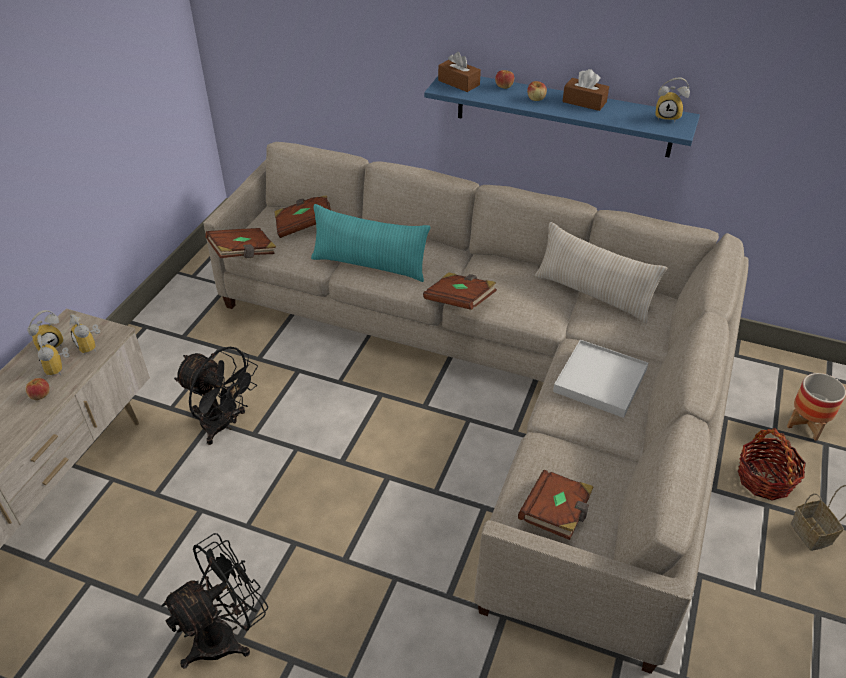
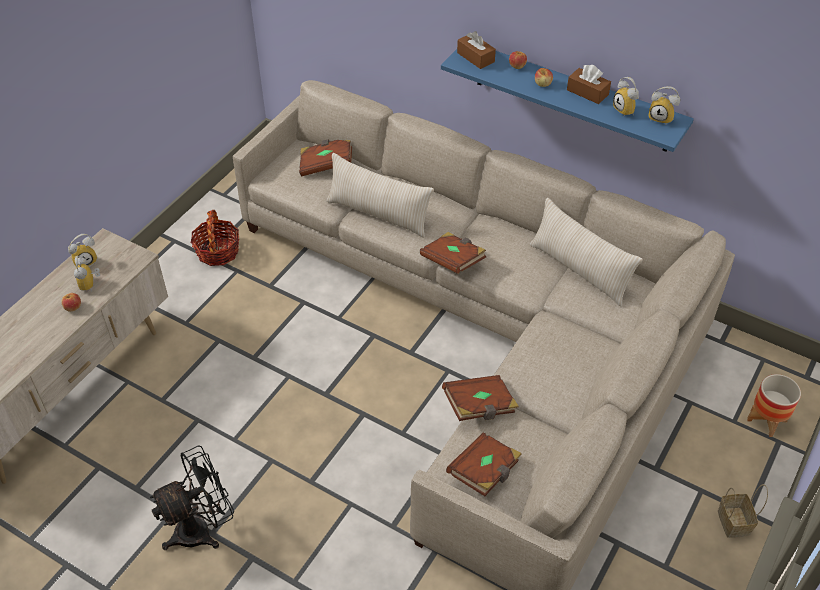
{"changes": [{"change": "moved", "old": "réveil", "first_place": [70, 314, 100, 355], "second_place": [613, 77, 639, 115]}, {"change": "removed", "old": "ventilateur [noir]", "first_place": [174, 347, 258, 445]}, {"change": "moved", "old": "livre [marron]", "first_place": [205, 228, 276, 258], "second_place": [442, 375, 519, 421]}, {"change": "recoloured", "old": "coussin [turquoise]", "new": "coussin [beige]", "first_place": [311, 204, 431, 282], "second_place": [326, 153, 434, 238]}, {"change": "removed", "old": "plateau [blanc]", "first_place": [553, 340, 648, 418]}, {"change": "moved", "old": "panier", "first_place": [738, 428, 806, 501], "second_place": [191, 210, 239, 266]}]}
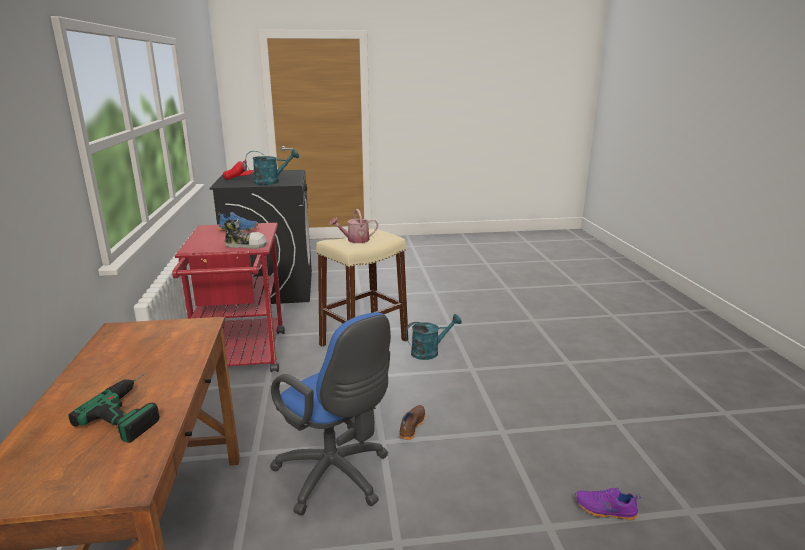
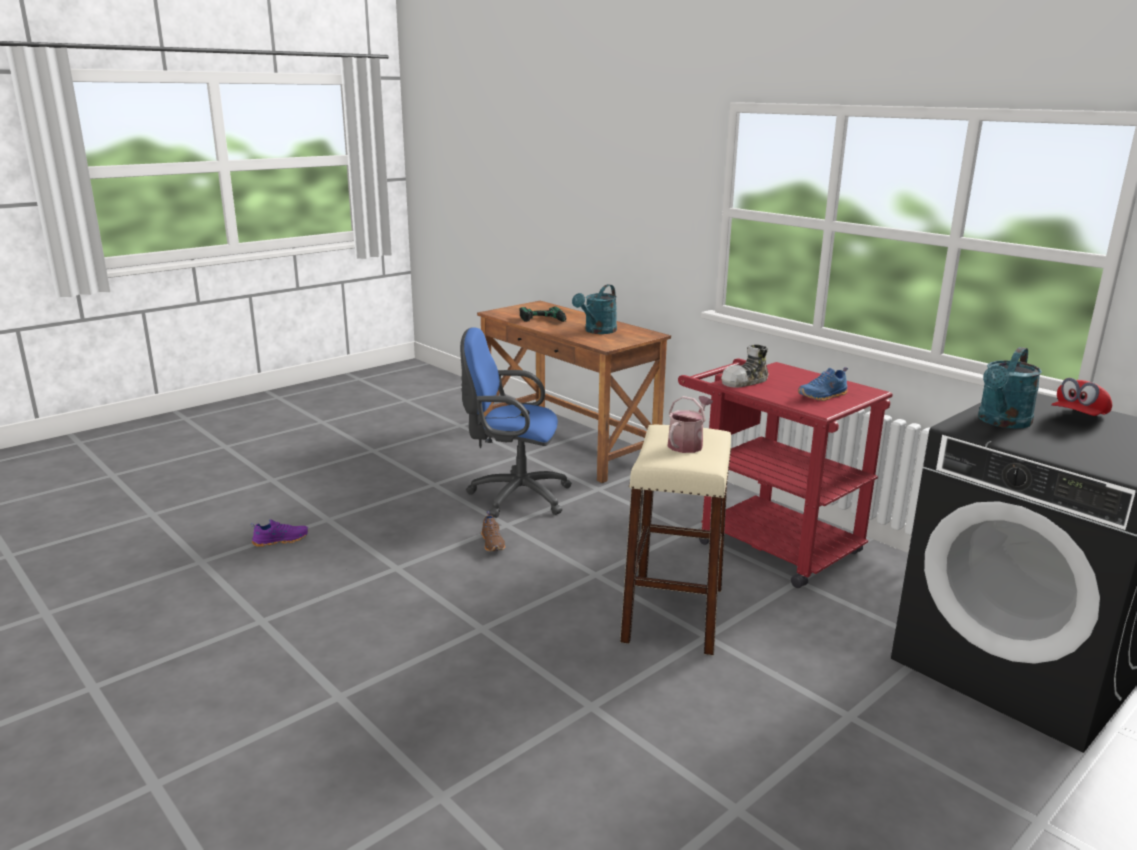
{"changes": [{"change": "moved", "old": "arrosoir [turquoise]", "first_place": [405, 314, 462, 360], "second_place": [572, 284, 617, 334]}]}
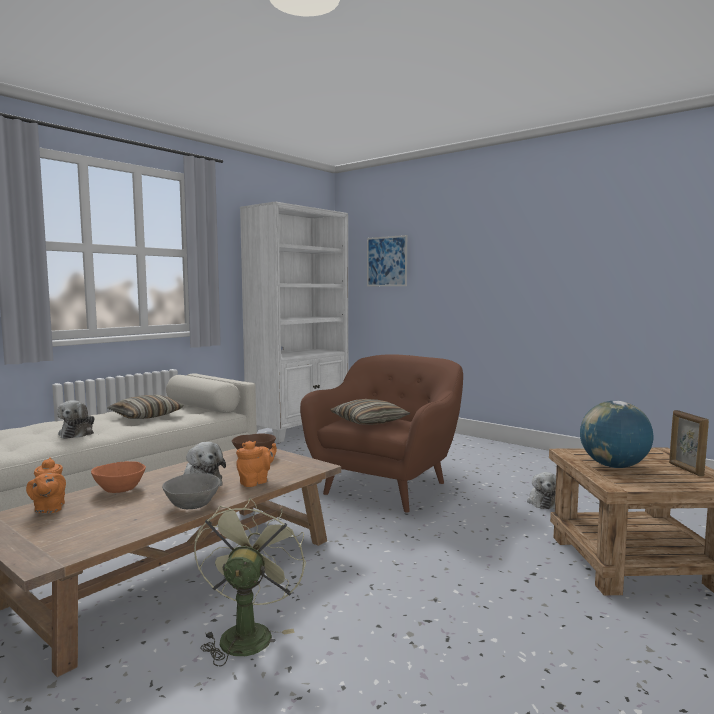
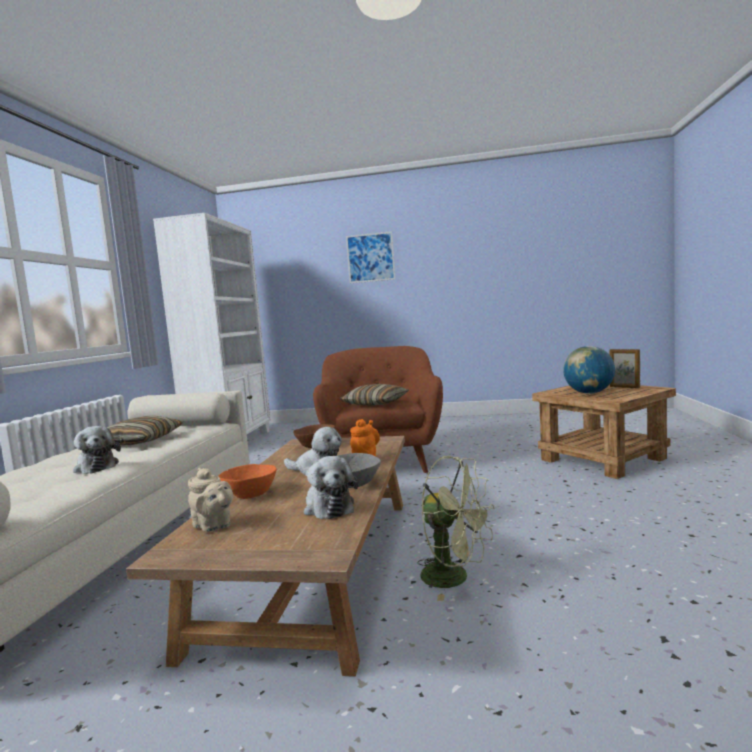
{"changes": [{"change": "recoloured", "old": "théière [orange]", "new": "théière [beige]", "first_place": [26, 457, 66, 513], "second_place": [188, 468, 233, 532]}, {"change": "turned", "old": "ventilateur [vert]", "first_place": [194, 498, 306, 667], "second_place": [417, 456, 494, 601], "degrees": 150}, {"change": "moved", "old": "tableau", "first_place": [367, 235, 407, 286], "second_place": [346, 231, 395, 283]}, {"change": "moved", "old": "peluche", "first_place": [527, 472, 556, 509], "second_place": [304, 456, 358, 519]}]}
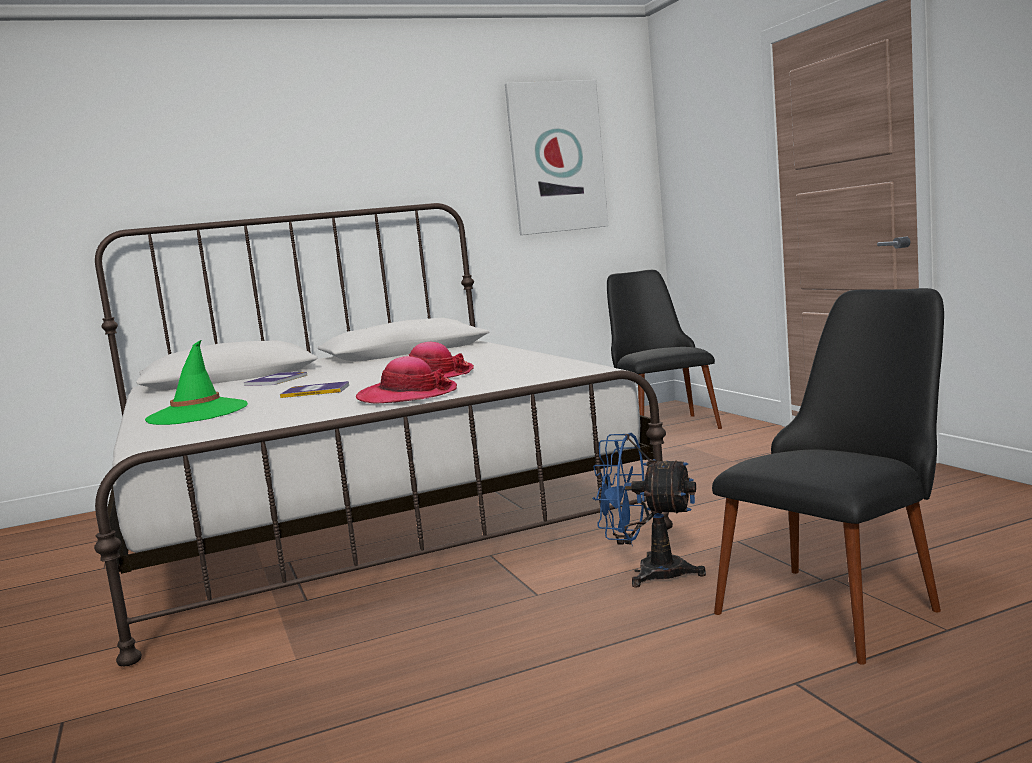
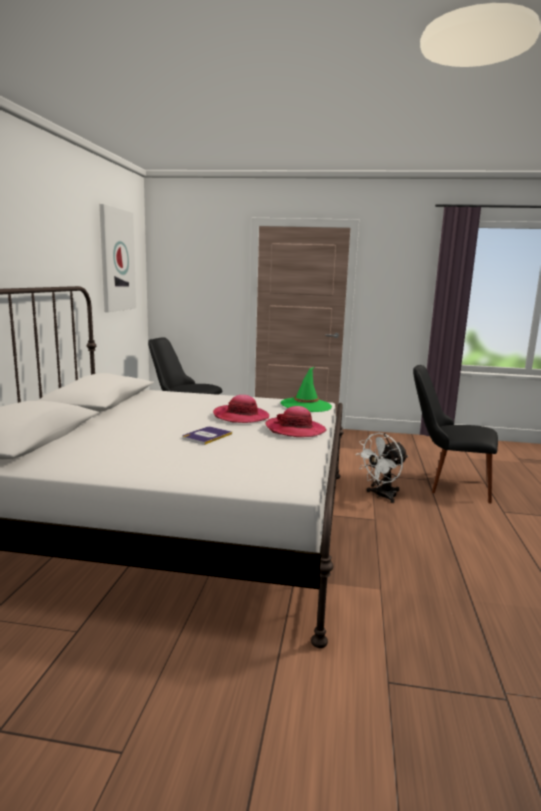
{"changes": [{"change": "moved", "old": "chapeau [vert]", "first_place": [145, 340, 248, 425], "second_place": [281, 367, 332, 412]}, {"change": "removed", "old": "livre", "first_place": [244, 372, 307, 386]}, {"change": "recoloured", "old": "ventilateur [bleu]", "new": "ventilateur [blanc]", "first_place": [593, 433, 706, 587], "second_place": [357, 433, 408, 503]}, {"change": "turned", "old": "chaise [noir]", "first_place": [712, 288, 944, 665], "second_place": [413, 365, 498, 504], "degrees": -60}]}
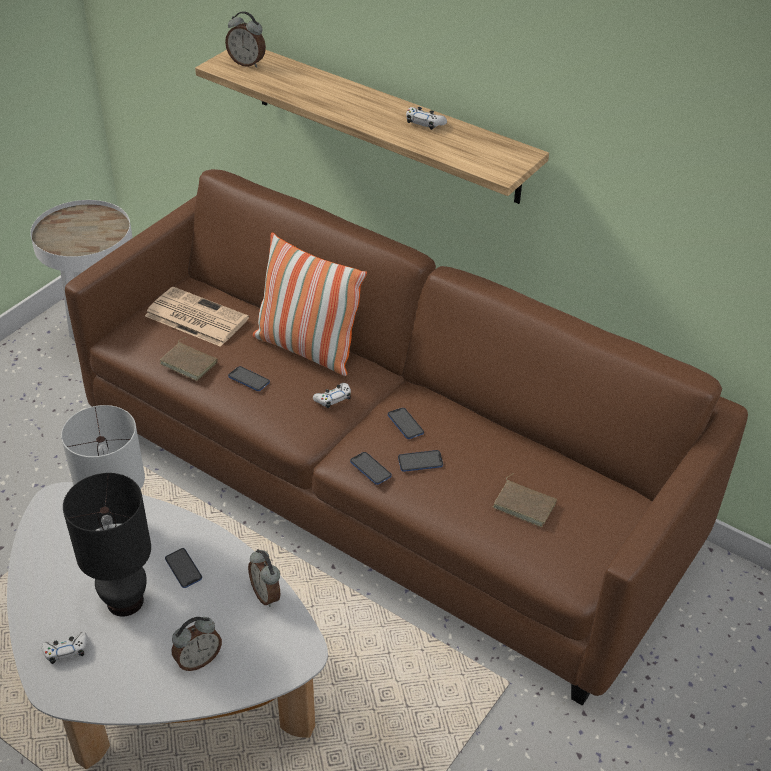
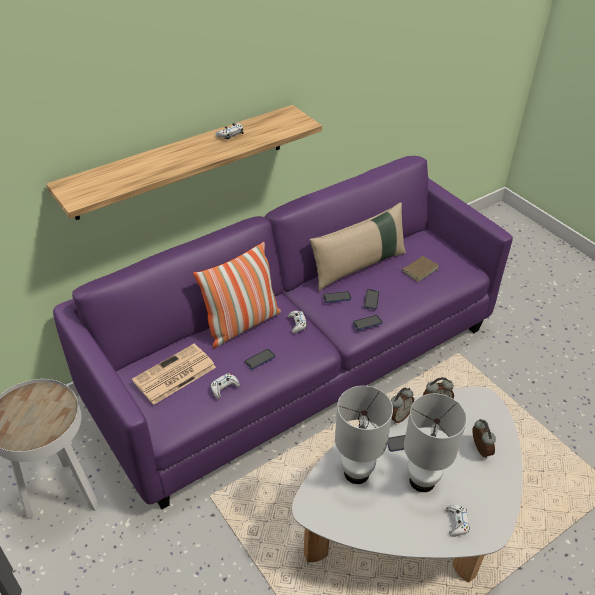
{"changes": [{"change": "recoloured", "old": "lampe de table [noir]", "new": "lampe de table [blanc]", "first_place": [63, 473, 151, 617], "second_place": [404, 393, 467, 492]}, {"change": "recoloured", "old": "canapé [marron]", "new": "canapé [violet]", "first_place": [65, 169, 748, 706], "second_place": [53, 156, 513, 509]}, {"change": "replaced", "old": "livre [marron]", "new": "manette [blanc]", "first_place": [160, 337, 217, 381], "second_place": [211, 373, 240, 399]}, {"change": "moved", "old": "réveil", "first_place": [225, 11, 266, 68], "second_place": [391, 388, 414, 424]}, {"change": "added", "new": "coussin [beige]", "second_place": [309, 202, 406, 291]}]}
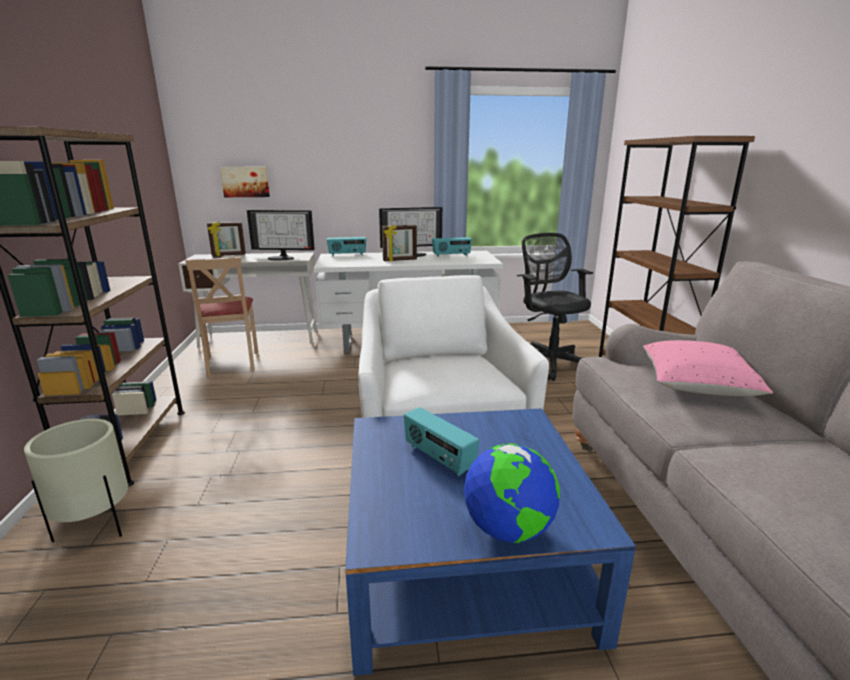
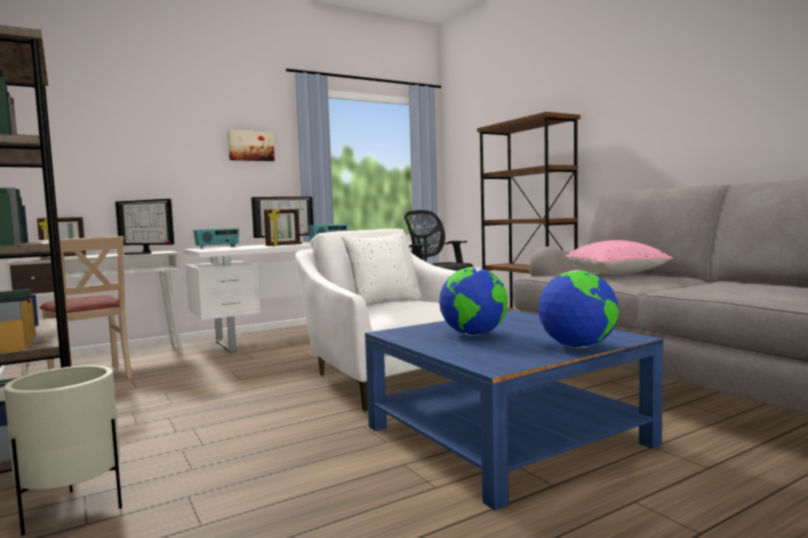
{"changes": [{"change": "moved", "old": "tableau", "first_place": [220, 167, 270, 197], "second_place": [228, 130, 275, 161]}, {"change": "turned", "old": "écran d'ordinateur", "first_place": [247, 210, 315, 261], "second_place": [115, 199, 174, 255], "degrees": 45}, {"change": "replaced", "old": "radio", "new": "globe", "first_place": [404, 407, 479, 476], "second_place": [439, 267, 508, 336]}, {"change": "added", "new": "coussin [blanc]", "second_place": [342, 233, 418, 305]}]}
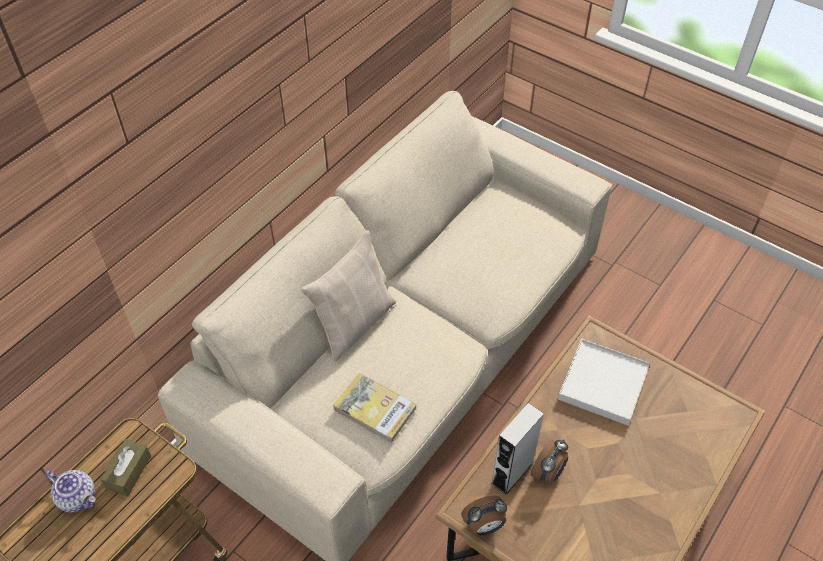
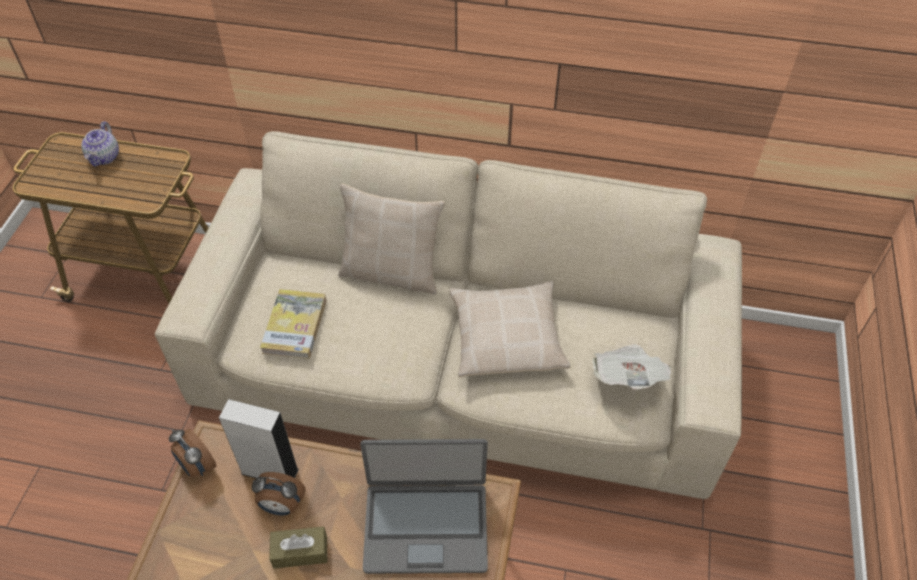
{"changes": [{"change": "moved", "old": "boîte à mouchoirs [marron]", "first_place": [100, 439, 151, 496], "second_place": [269, 526, 327, 569]}, {"change": "replaced", "old": "plateau [blanc]", "new": "ordinateur portable", "first_place": [558, 339, 650, 426], "second_place": [360, 439, 488, 574]}, {"change": "added", "new": "coussin [beige]", "second_place": [449, 281, 571, 377]}, {"change": "added", "new": "journal", "second_place": [592, 344, 672, 390]}]}
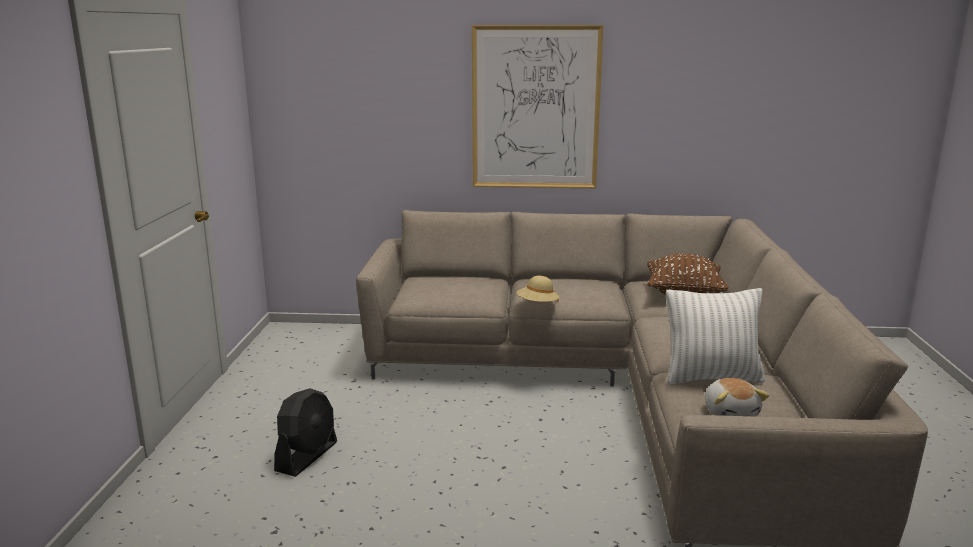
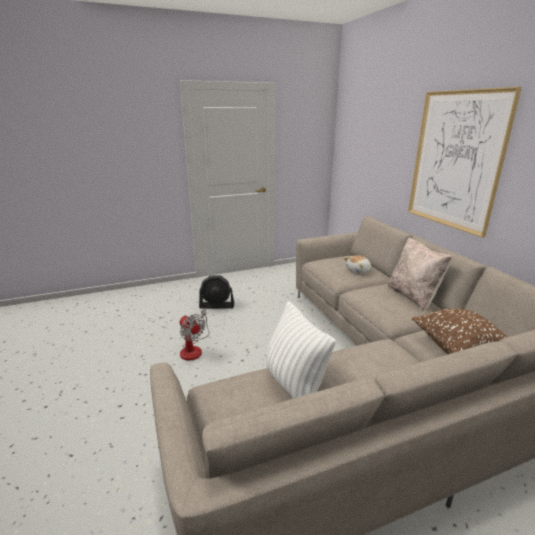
{"changes": [{"change": "removed", "old": "chapeau [beige]", "first_place": [517, 276, 560, 303]}, {"change": "moved", "old": "peluche", "first_place": [705, 378, 769, 417], "second_place": [344, 255, 371, 274]}, {"change": "added", "new": "ventilateur", "second_place": [179, 309, 209, 360]}, {"change": "added", "new": "coussin [beige]", "second_place": [387, 237, 452, 311]}]}
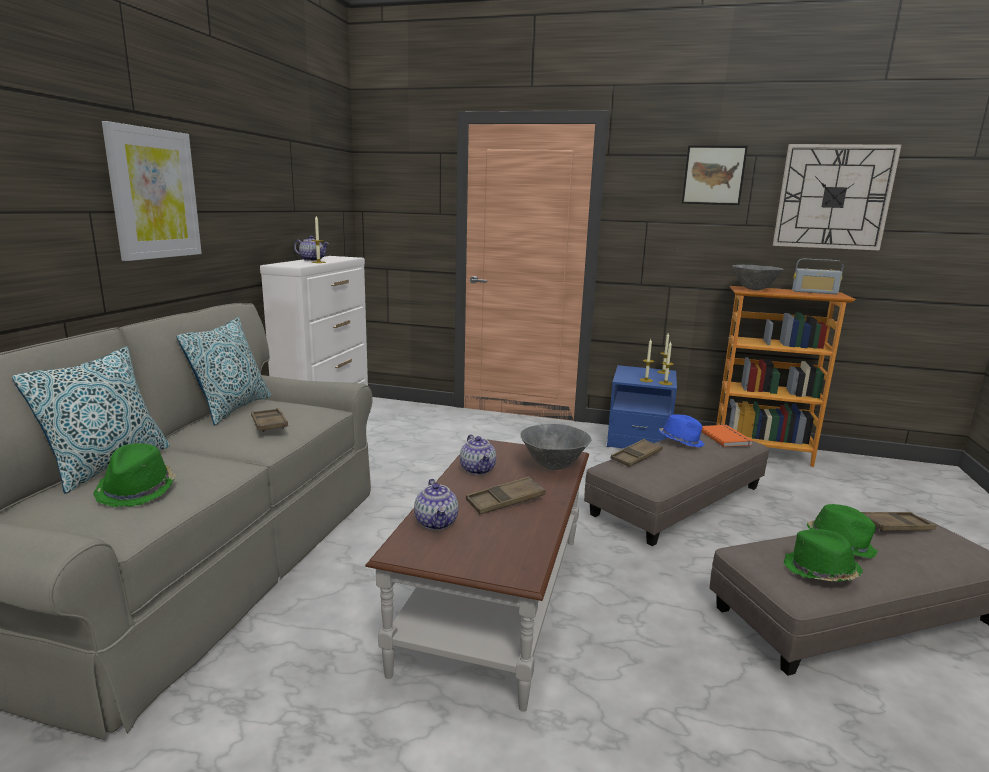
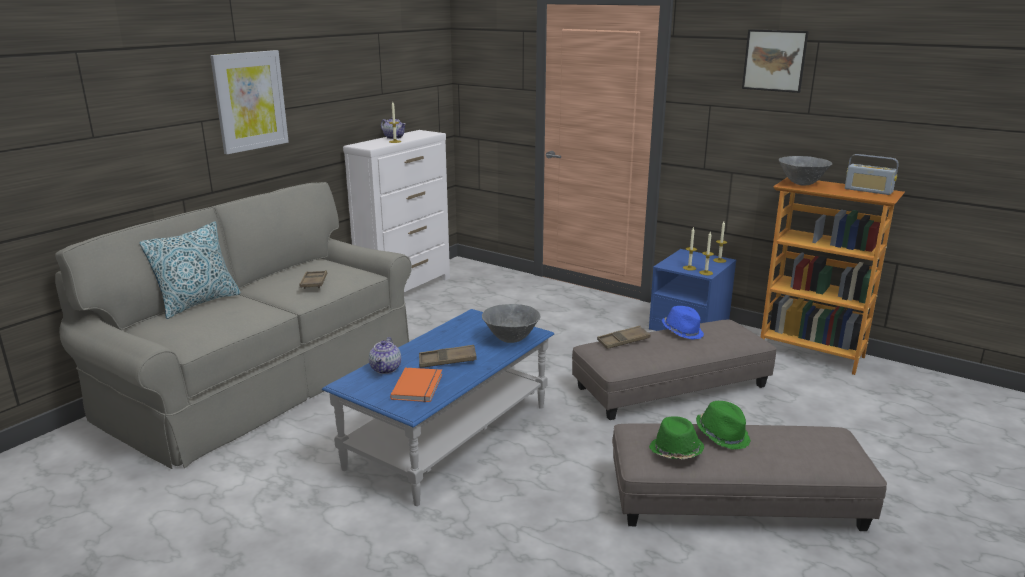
{"changes": [{"change": "removed", "old": "chapeau [vert]", "first_place": [93, 443, 176, 507]}, {"change": "removed", "old": "coussin", "first_place": [177, 317, 271, 426]}, {"change": "recoloured", "old": "table basse [marron]", "new": "table basse [bleu]", "first_place": [365, 439, 589, 712], "second_place": [322, 309, 554, 506]}, {"change": "removed", "old": "théière", "first_place": [460, 435, 496, 475]}, {"change": "moved", "old": "livre [orange]", "first_place": [701, 425, 753, 447], "second_place": [390, 368, 442, 402]}, {"change": "removed", "old": "horloge murale", "first_place": [773, 144, 901, 251]}, {"change": "removed", "old": "plateau [marron]", "first_place": [861, 512, 936, 532]}]}
